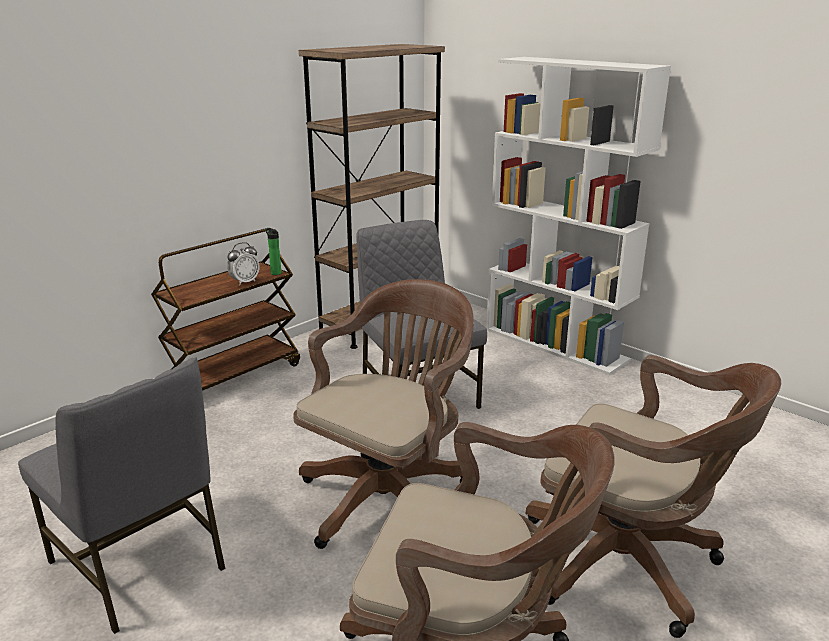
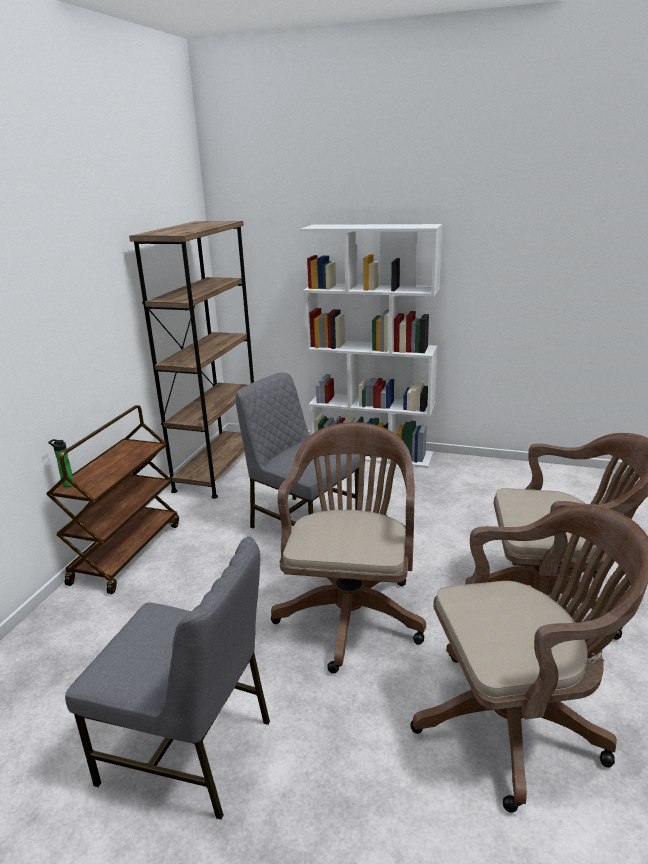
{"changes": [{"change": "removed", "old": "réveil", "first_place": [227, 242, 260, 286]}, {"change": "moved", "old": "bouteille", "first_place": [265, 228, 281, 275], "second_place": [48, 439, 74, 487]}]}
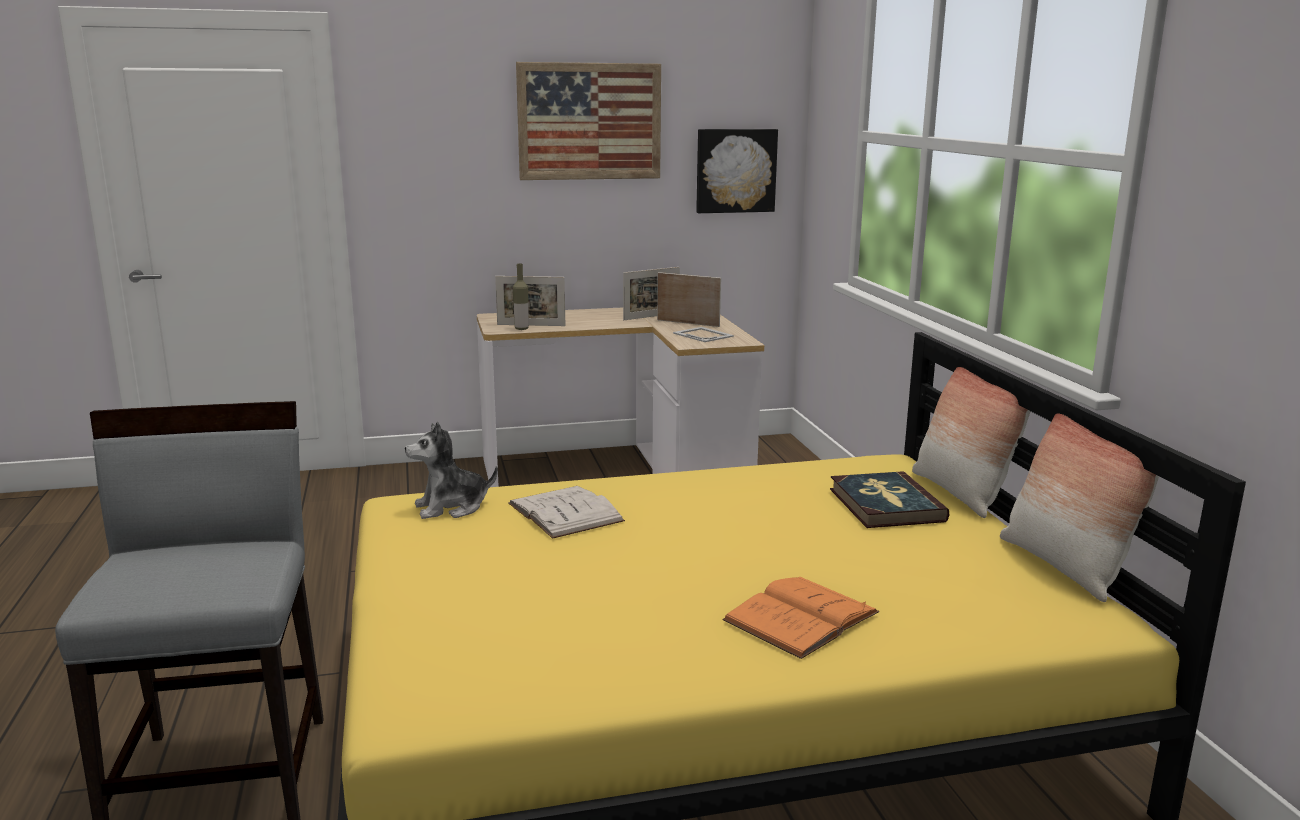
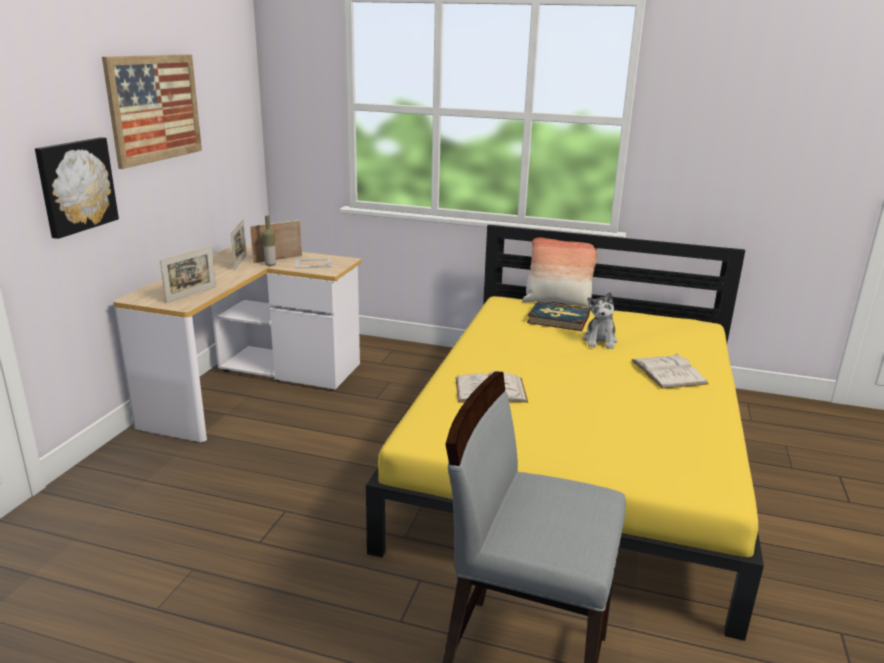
{"changes": [{"change": "moved", "old": "peluche", "first_place": [405, 421, 498, 519], "second_place": [583, 292, 618, 349]}, {"change": "moved", "old": "bouteille", "first_place": [513, 263, 529, 330], "second_place": [263, 216, 276, 266]}, {"change": "moved", "old": "tableau", "first_place": [696, 129, 778, 213], "second_place": [35, 137, 119, 239]}, {"change": "recoloured", "old": "livre [orange]", "new": "livre [blanc]", "first_place": [723, 577, 879, 659], "second_place": [631, 353, 708, 389]}, {"change": "removed", "old": "coussin", "first_place": [1000, 413, 1159, 602]}]}
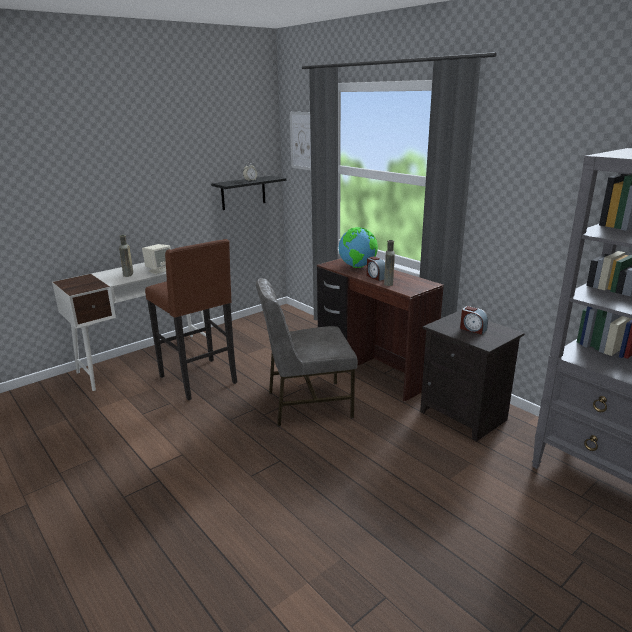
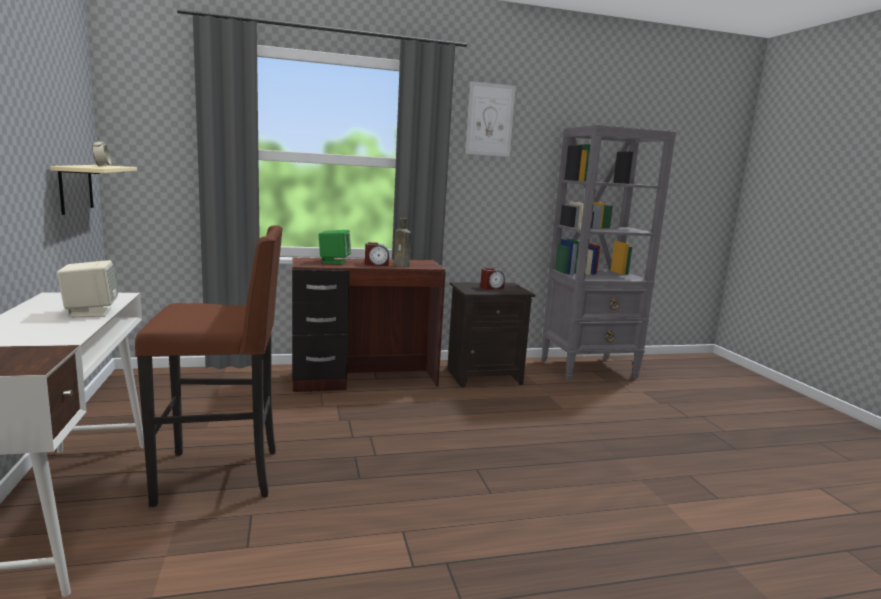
{"changes": [{"change": "removed", "old": "bouteille [marron]", "first_place": [119, 235, 133, 277]}, {"change": "recoloured", "old": "étagère [noir]", "new": "étagère [beige]", "first_place": [211, 176, 286, 210], "second_place": [50, 165, 137, 215]}, {"change": "removed", "old": "chaise [gris]", "first_place": [256, 278, 358, 426]}, {"change": "moved", "old": "tableau", "first_place": [290, 112, 311, 170], "second_place": [465, 81, 516, 157]}, {"change": "replaced", "old": "globe", "new": "enceinte [vert]", "first_place": [339, 227, 378, 268], "second_place": [319, 230, 351, 264]}]}
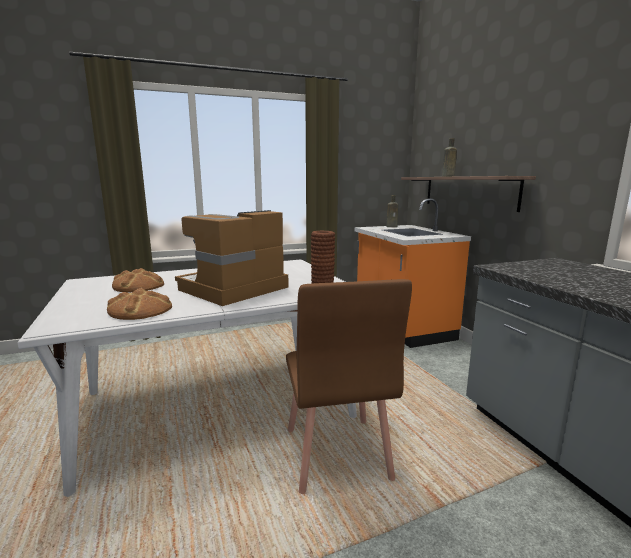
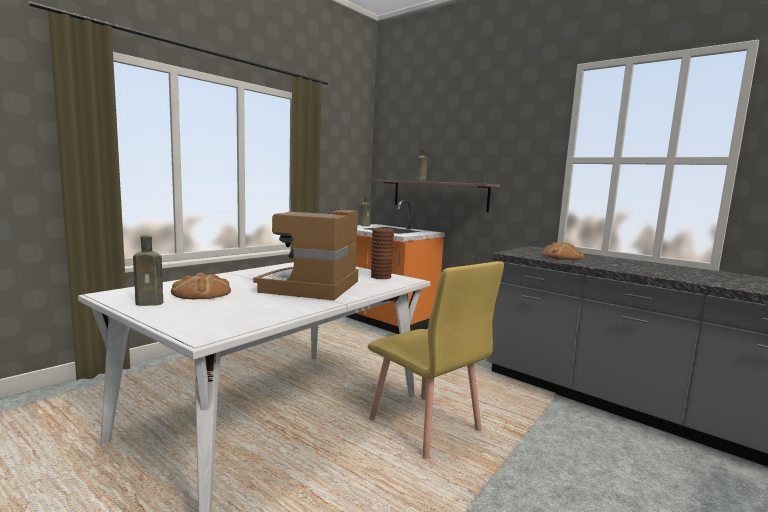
{"changes": [{"change": "moved", "old": "pain", "first_place": [107, 288, 172, 320], "second_place": [541, 242, 584, 260]}, {"change": "recoloured", "old": "chaise [marron]", "new": "chaise [jaune]", "first_place": [286, 279, 412, 494], "second_place": [368, 261, 504, 459]}, {"change": "added", "new": "bouteille [marron]", "second_place": [133, 236, 163, 306]}]}
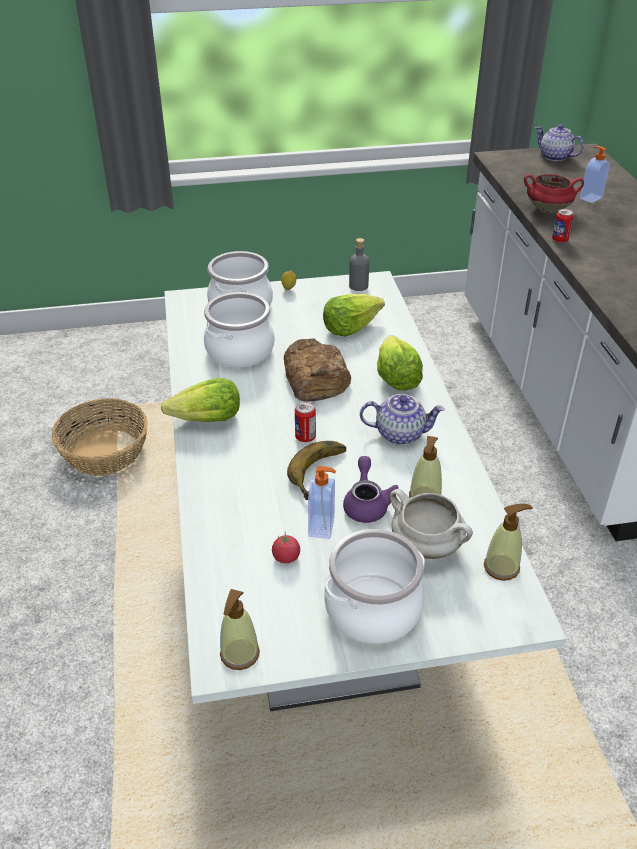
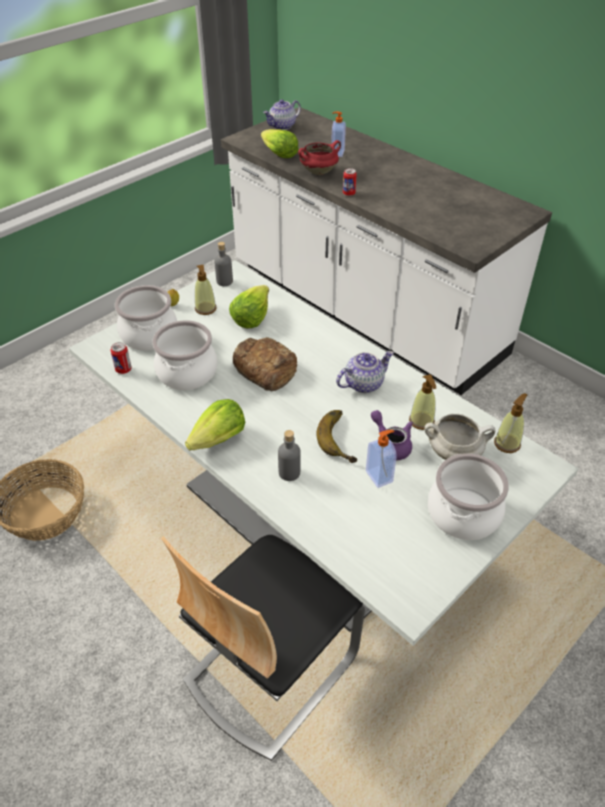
{"changes": [{"change": "moved", "old": "distributeur de savon", "first_place": [220, 589, 260, 670], "second_place": [195, 265, 216, 315]}, {"change": "removed", "old": "tomate", "first_place": [272, 531, 300, 563]}, {"change": "moved", "old": "boîte métallique", "first_place": [295, 402, 316, 442], "second_place": [110, 342, 132, 374]}, {"change": "moved", "old": "laitue", "first_place": [377, 335, 423, 391], "second_place": [261, 129, 299, 158]}, {"change": "turned", "old": "théière", "first_place": [535, 125, 584, 161], "second_place": [263, 99, 301, 130], "degrees": -45}, {"change": "added", "new": "chaise", "second_place": [161, 535, 365, 761]}, {"change": "added", "new": "bouteille [gris]", "second_place": [278, 430, 301, 481]}]}
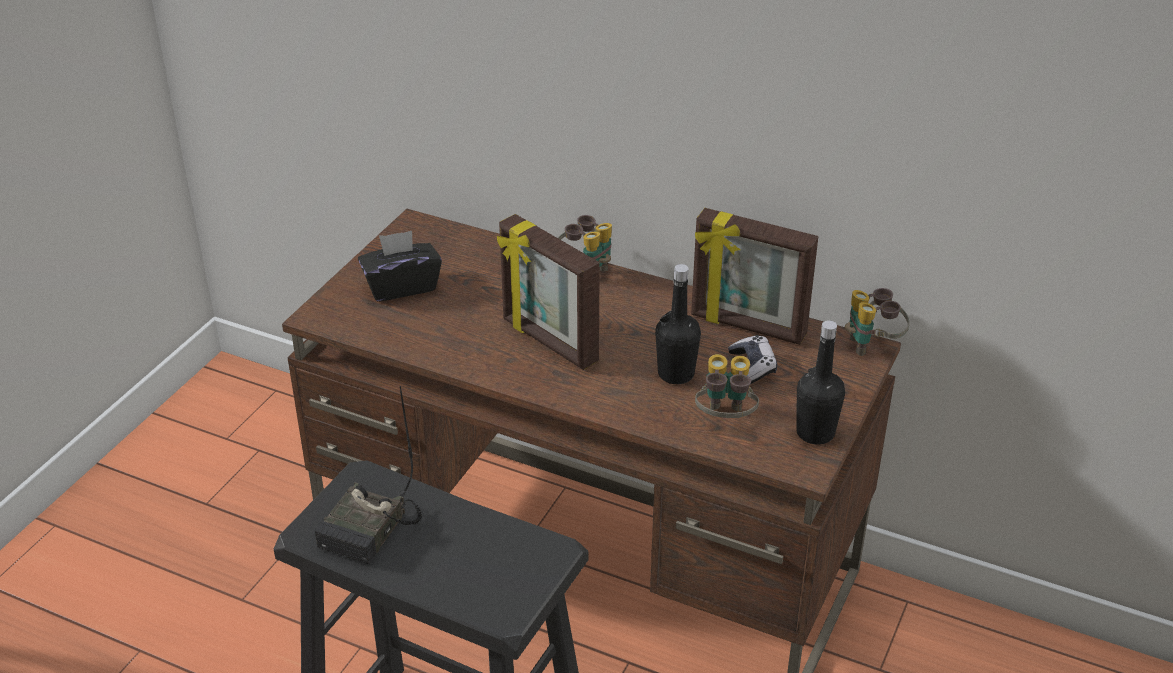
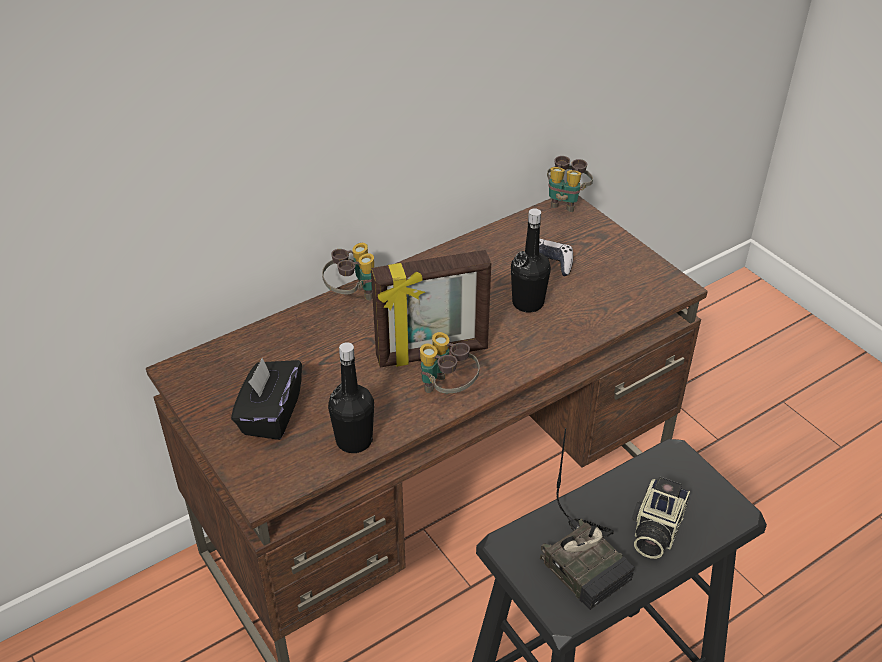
{"changes": [{"change": "removed", "old": "cadre photo", "first_place": [691, 208, 818, 345]}, {"change": "moved", "old": "jumelles", "first_place": [695, 354, 759, 418], "second_place": [420, 332, 480, 393]}, {"change": "moved", "old": "bouteille [noir]", "first_place": [796, 320, 845, 445], "second_place": [328, 342, 374, 453]}, {"change": "added", "new": "appareil photo", "second_place": [632, 477, 690, 559]}]}
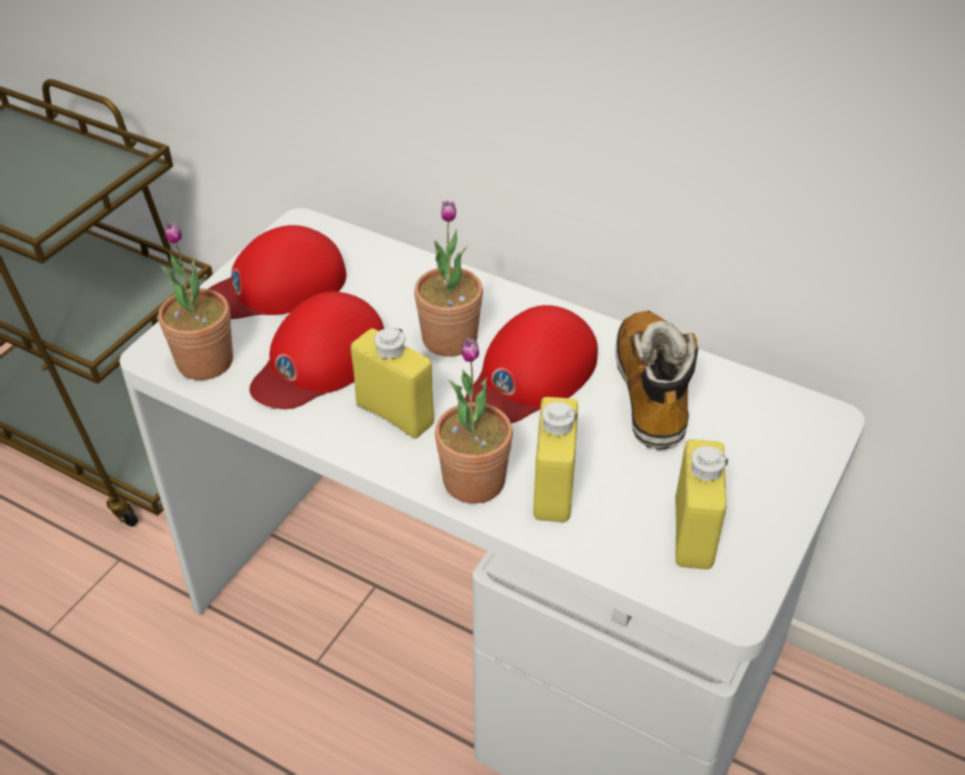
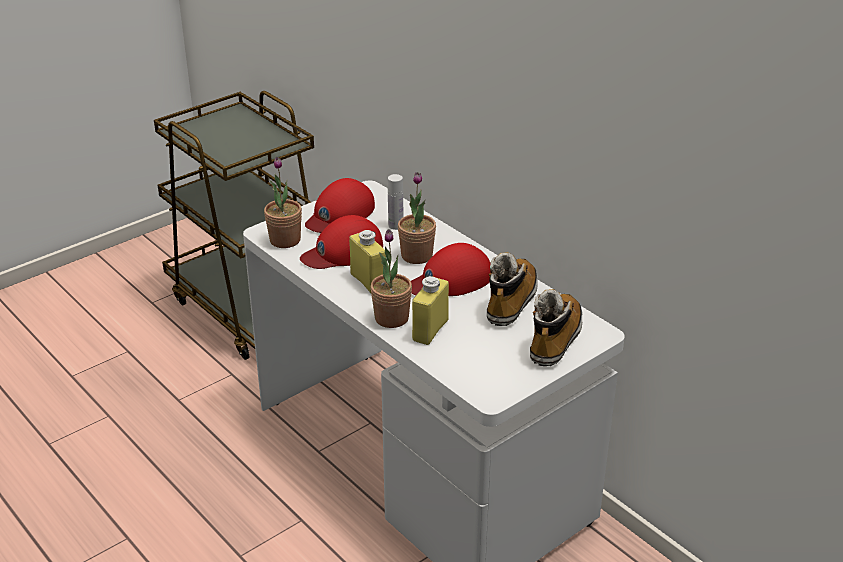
{"changes": [{"change": "turned", "old": "casquette [rouge]", "first_place": [208, 225, 346, 319], "second_place": [305, 178, 375, 233], "degrees": -45}, {"change": "removed", "old": "bouteille [jaune]", "first_place": [675, 439, 728, 569]}, {"change": "added", "new": "bouteille [blanc]", "second_place": [388, 174, 403, 230]}, {"change": "added", "new": "botte", "second_place": [530, 289, 582, 366]}]}
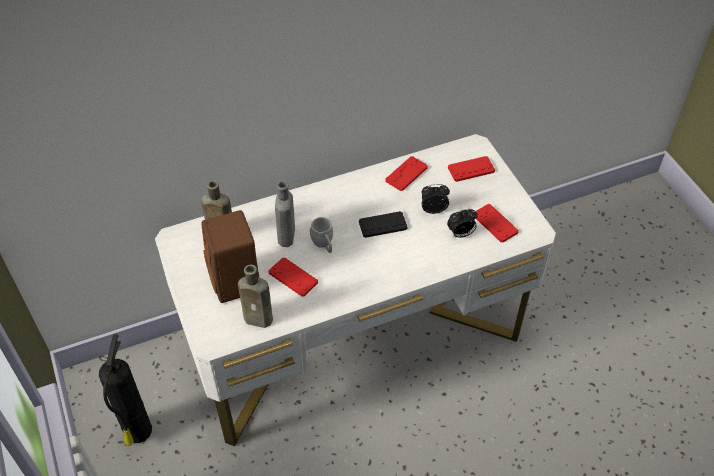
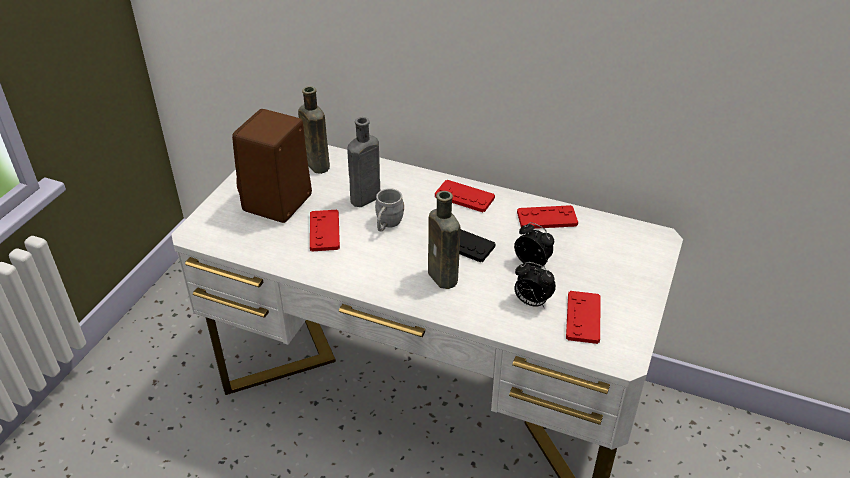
{"changes": [{"change": "removed", "old": "extincteur", "first_place": [99, 334, 152, 446]}, {"change": "moved", "old": "bouteille [marron]", "first_place": [238, 265, 273, 328], "second_place": [428, 191, 460, 289]}, {"change": "moved", "old": "manette [rouge]", "first_place": [448, 156, 495, 182], "second_place": [435, 180, 495, 212]}]}
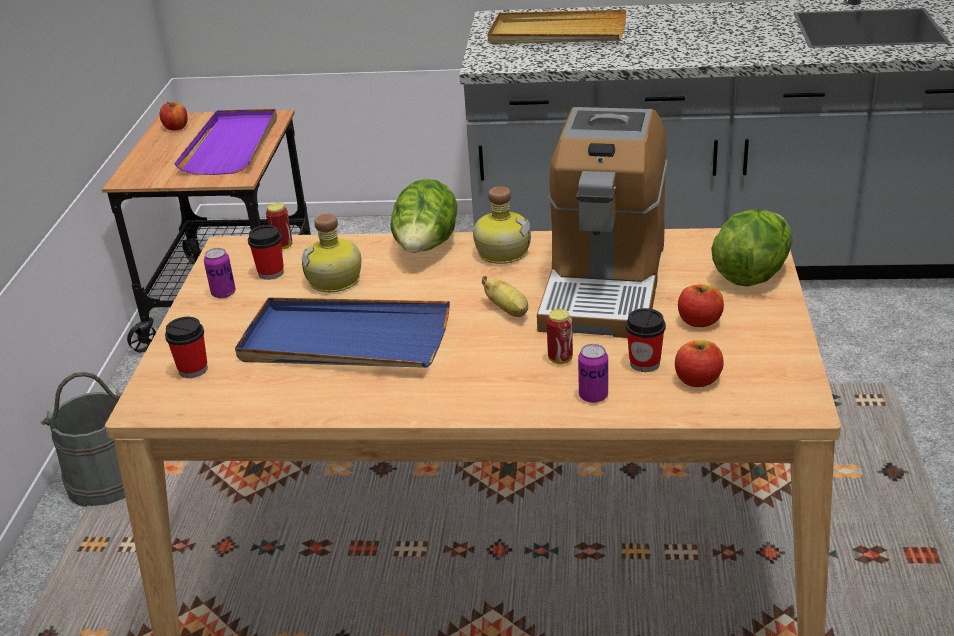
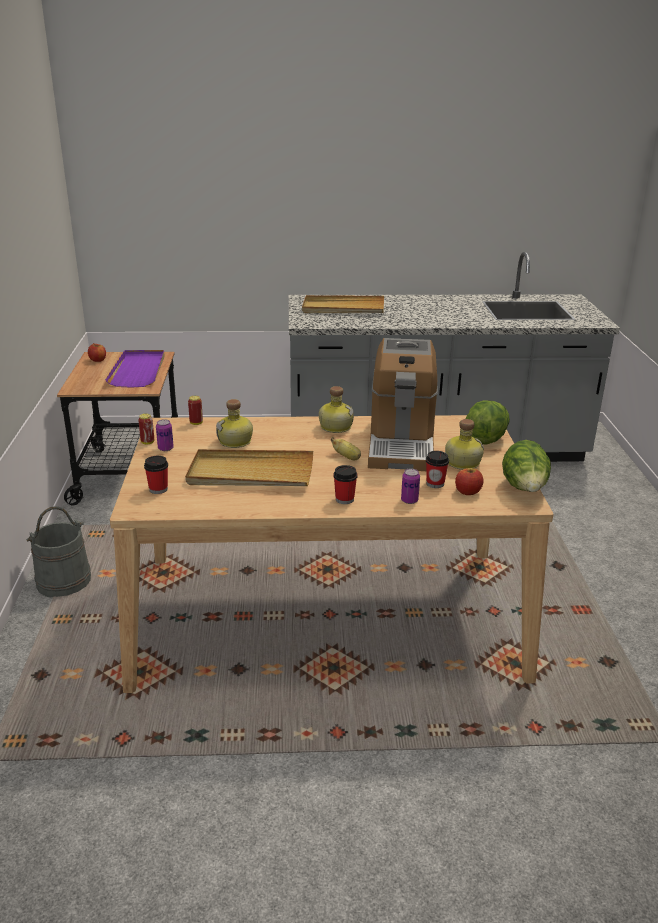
{"changes": [{"change": "recoloured", "old": "plateau [bleu]", "new": "plateau [beige]", "first_place": [235, 298, 450, 368], "second_place": [185, 449, 313, 486]}, {"change": "moved", "old": "tasse", "first_place": [248, 225, 284, 280], "second_place": [333, 465, 357, 504]}, {"change": "moved", "old": "laitue", "first_place": [390, 179, 457, 253], "second_place": [502, 440, 551, 492]}, {"change": "moved", "old": "boîte métallique", "first_place": [547, 309, 573, 364], "second_place": [138, 414, 154, 444]}, {"change": "replaced", "old": "pomme", "new": "bouteille", "first_place": [678, 284, 724, 327], "second_place": [445, 419, 484, 470]}]}
